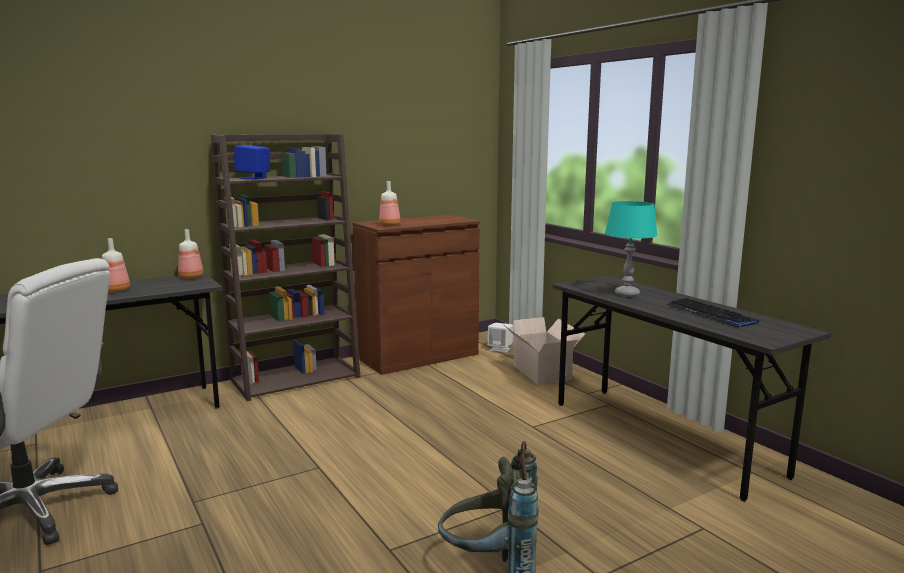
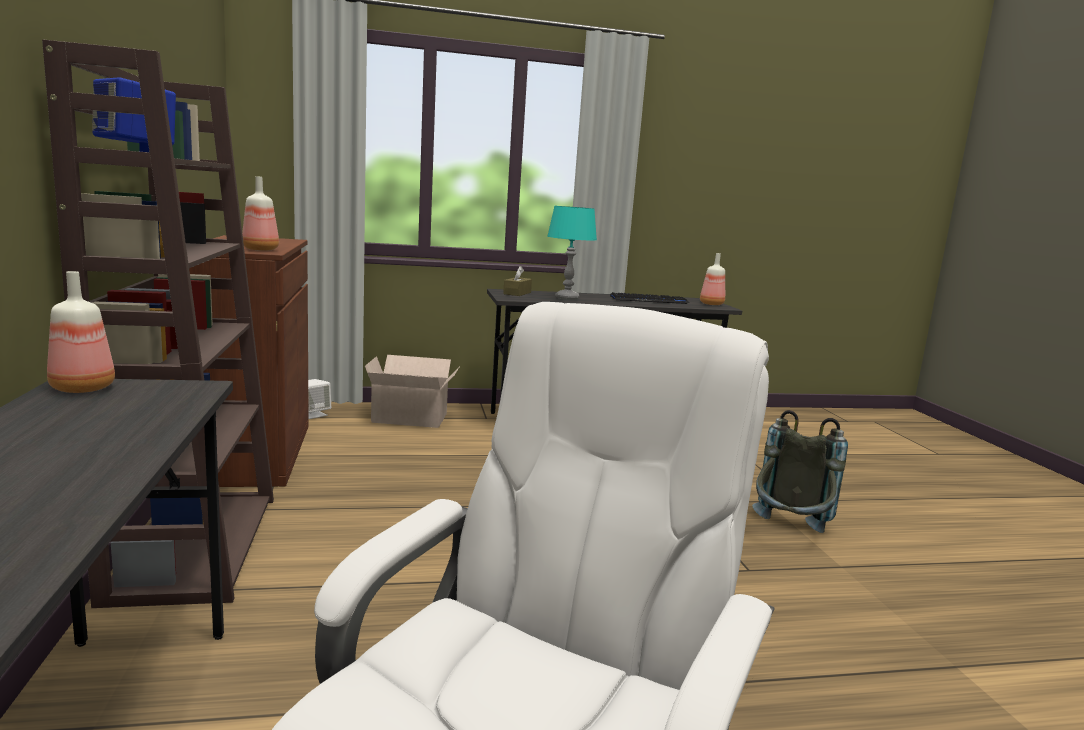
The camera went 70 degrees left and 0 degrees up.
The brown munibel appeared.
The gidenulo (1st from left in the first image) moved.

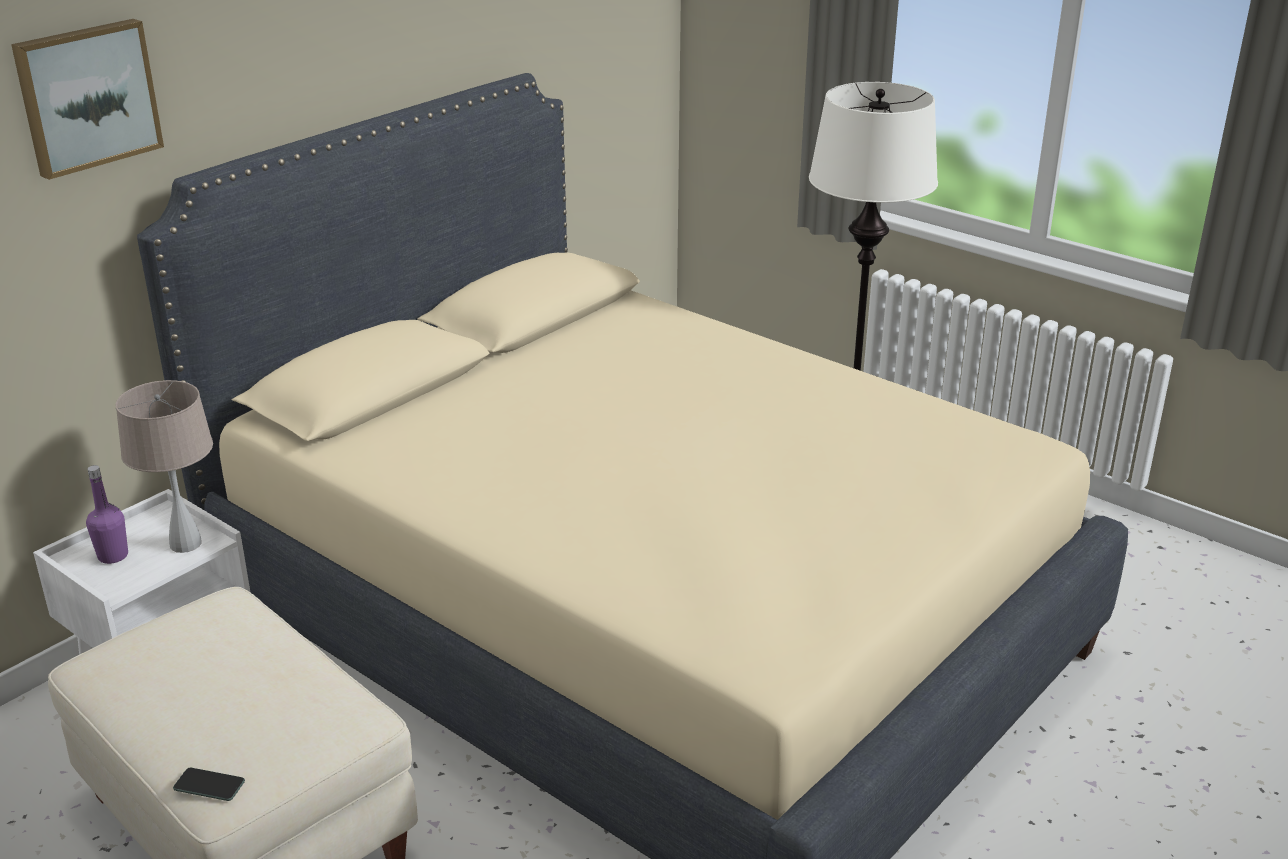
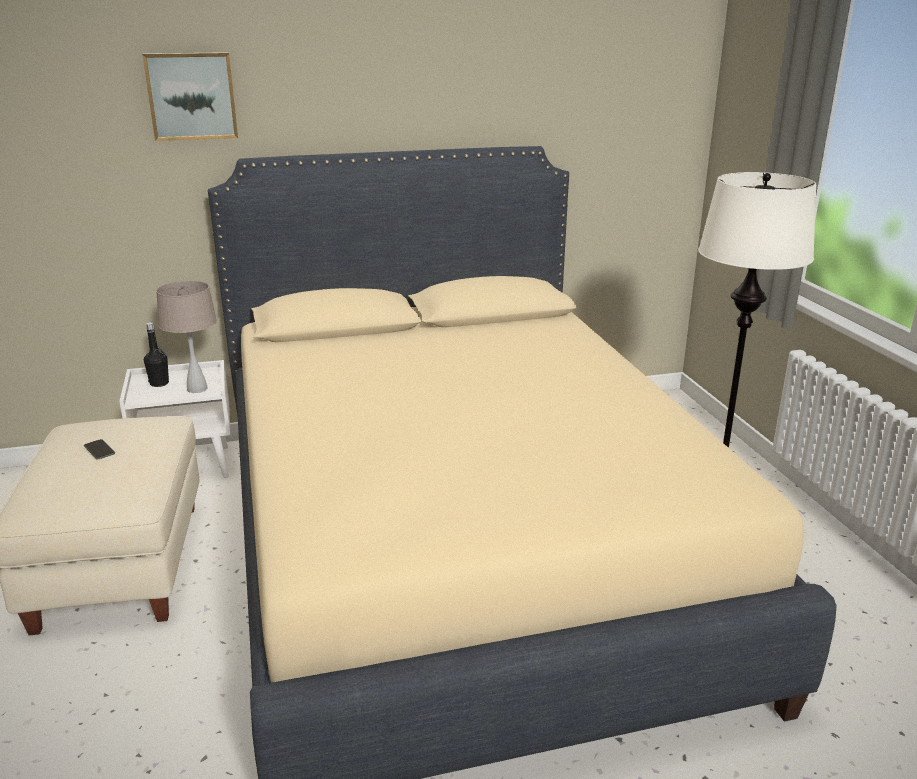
The camera went 35 degrees right and 5 degrees down.
The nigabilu moved.
The purple gidenulo became the black gidenulo.

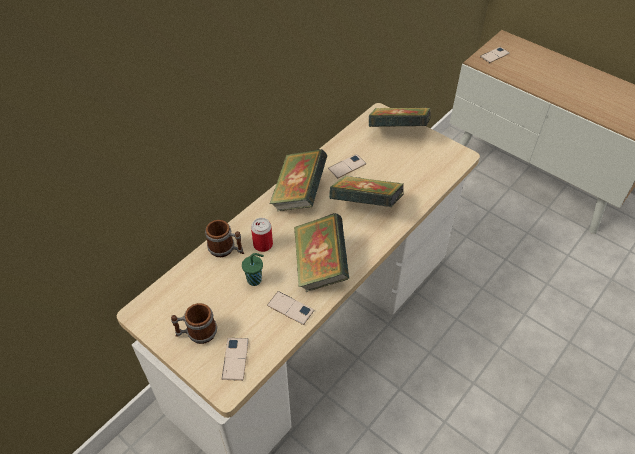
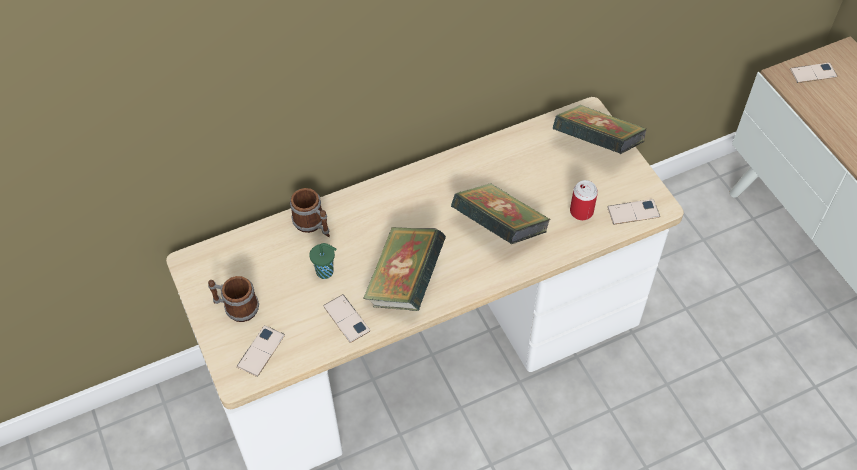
The camera went 25 degrees right and 5 degrees up.
The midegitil (1st from left) disappeared.
The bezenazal moved.
The nigabilu (3rd from left) moved.

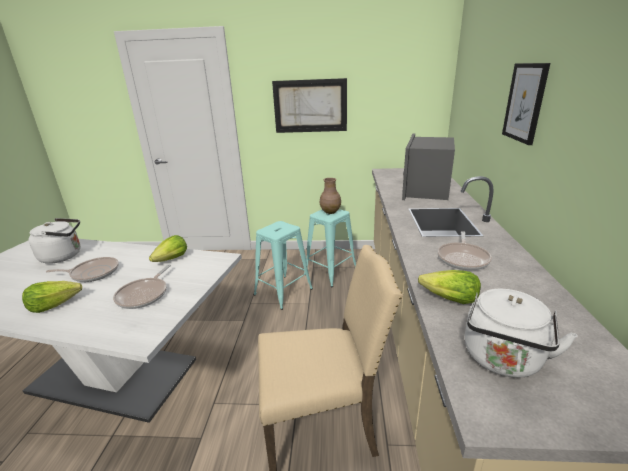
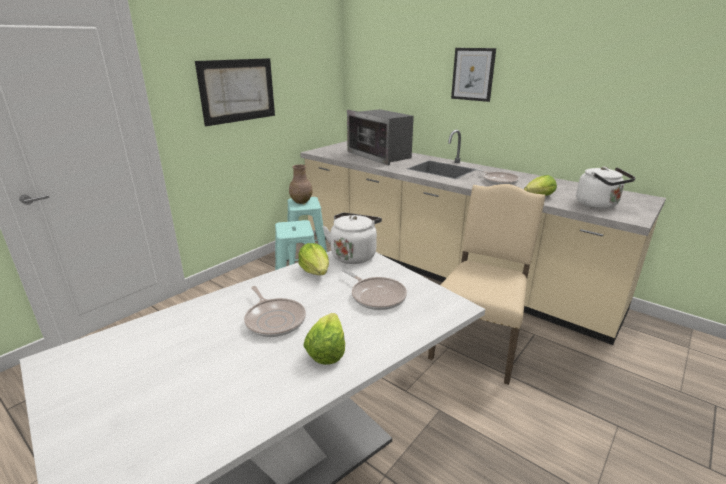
The camera went 55 degrees left and 0 degrees up.
The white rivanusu (1st from left) moved.
The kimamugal (1st from left) turned 120 degrees clockwise.

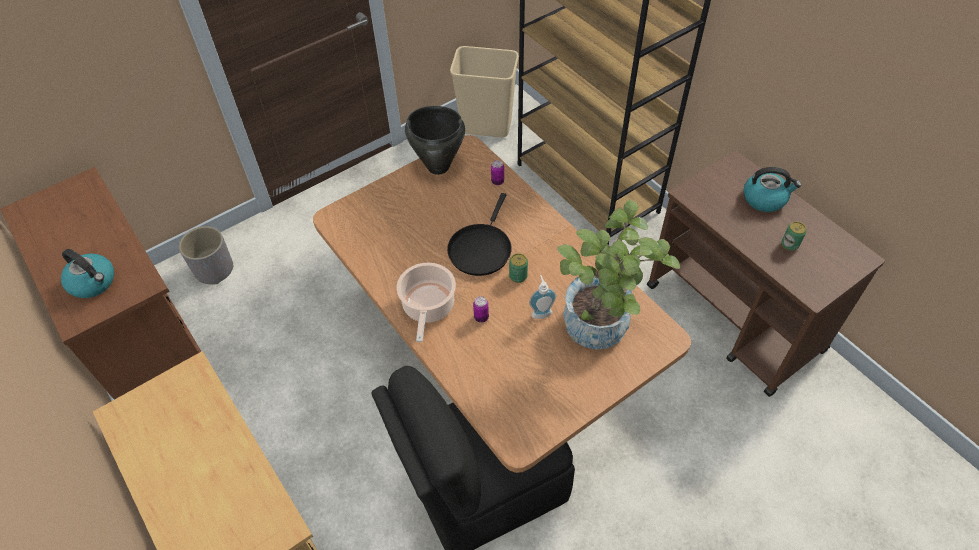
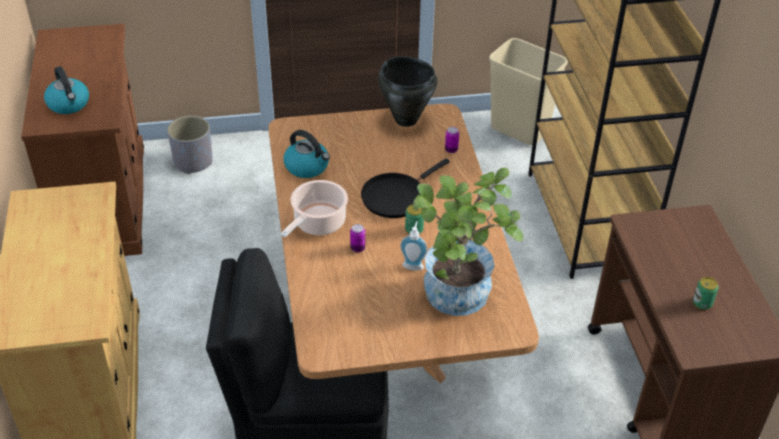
The camera went 25 degrees right and 10 degrees down.
The rivanusu (2nd from left) moved.

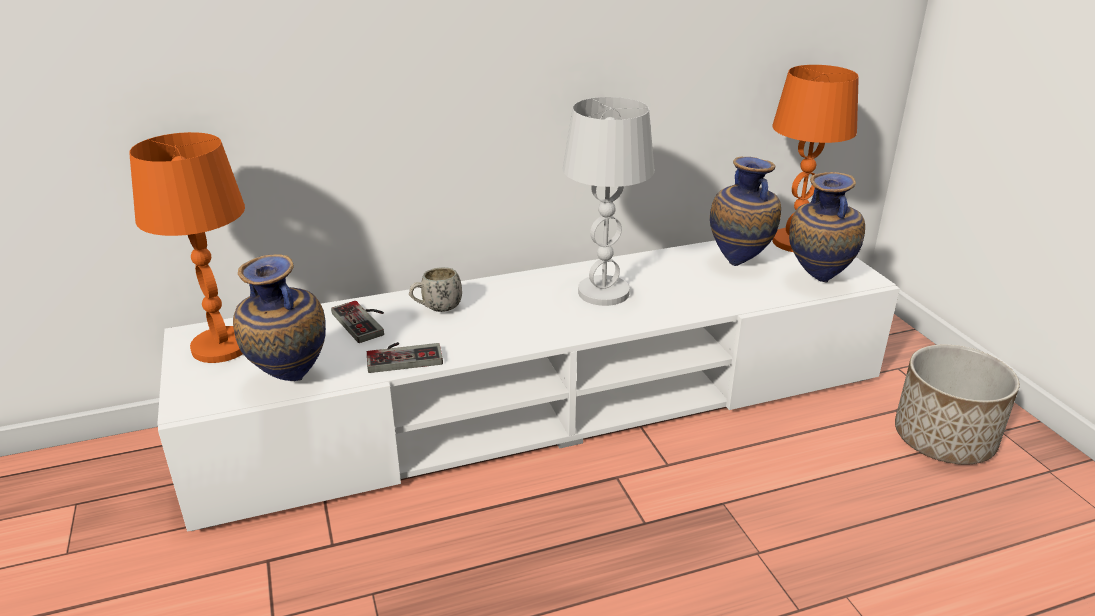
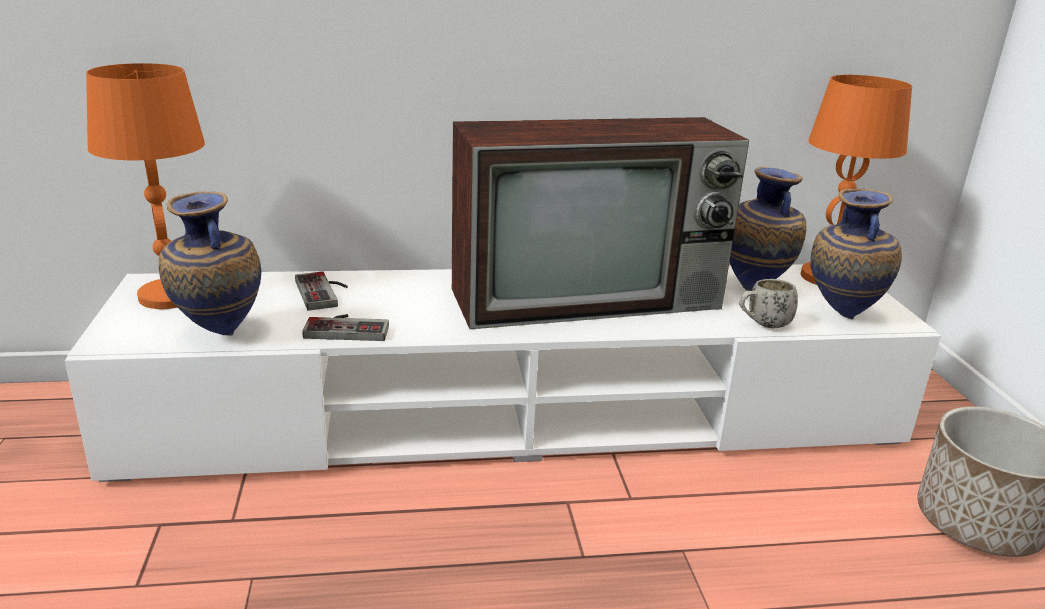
The camera went 10 degrees right and 5 degrees down.
The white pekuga moved.
The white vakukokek was replaced by the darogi.

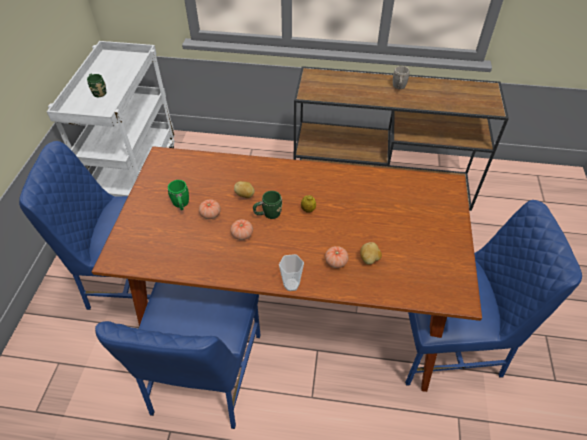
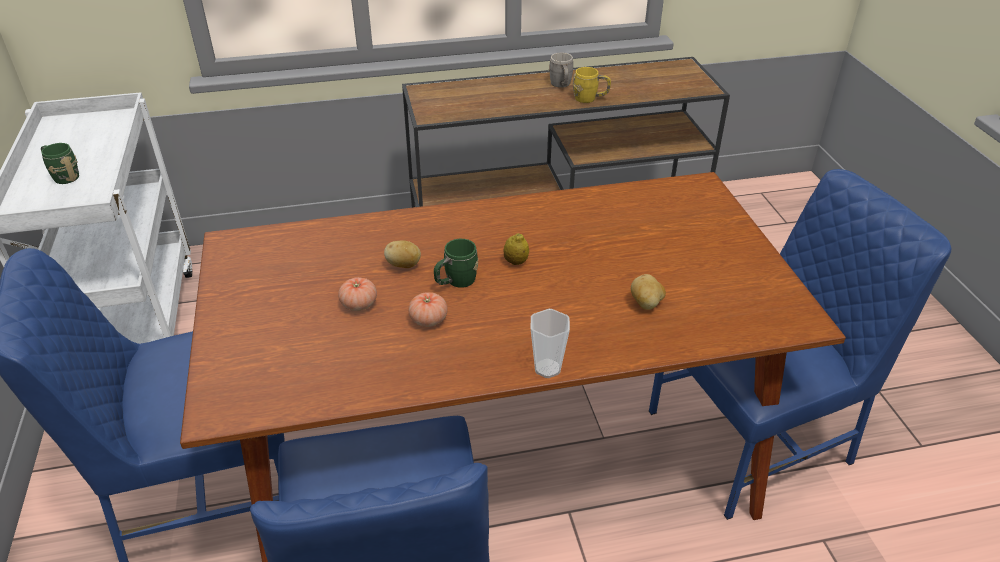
The camera went 20 degrees left and 10 degrees down.
The green pekuga (2nd from left) disappeared.
The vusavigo (3rd from left) disappeared.
The yellow pekuga appeared.

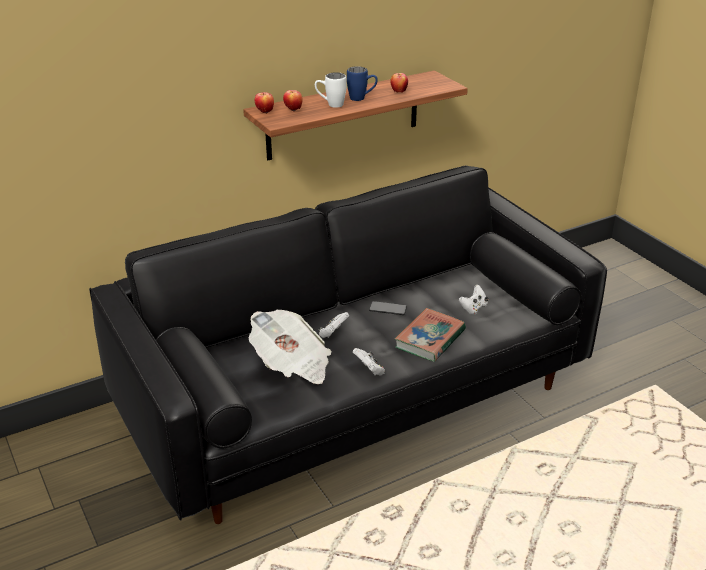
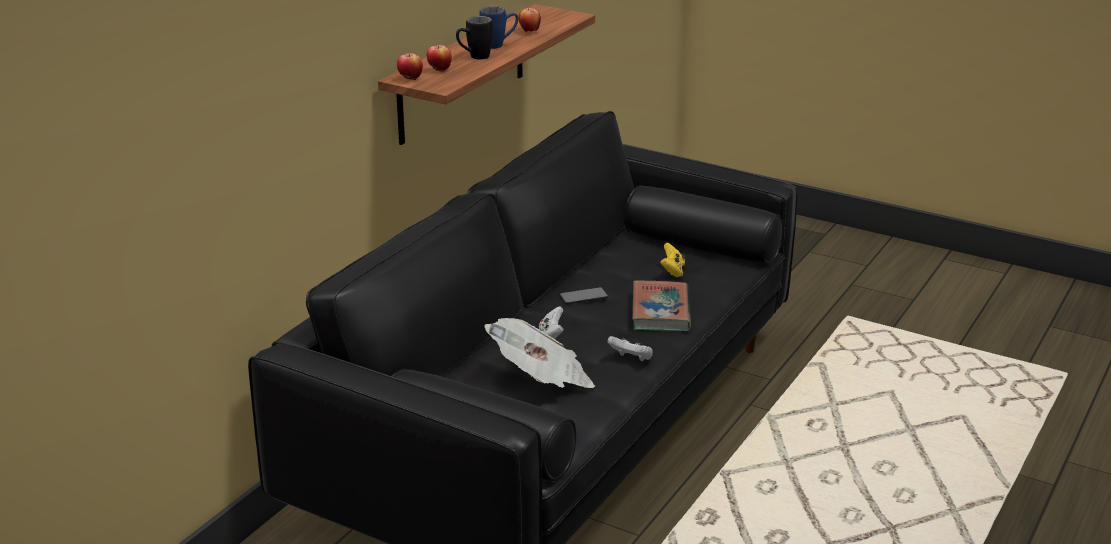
The camera went 30 degrees left and 5 degrees down.
The white pekuga became the black pekuga.
The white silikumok (3rd from left) became the yellow silikumok.

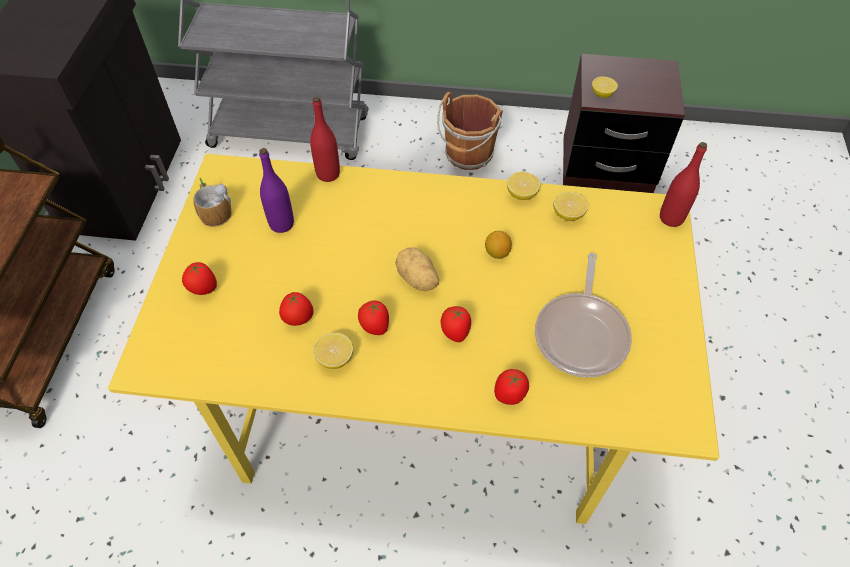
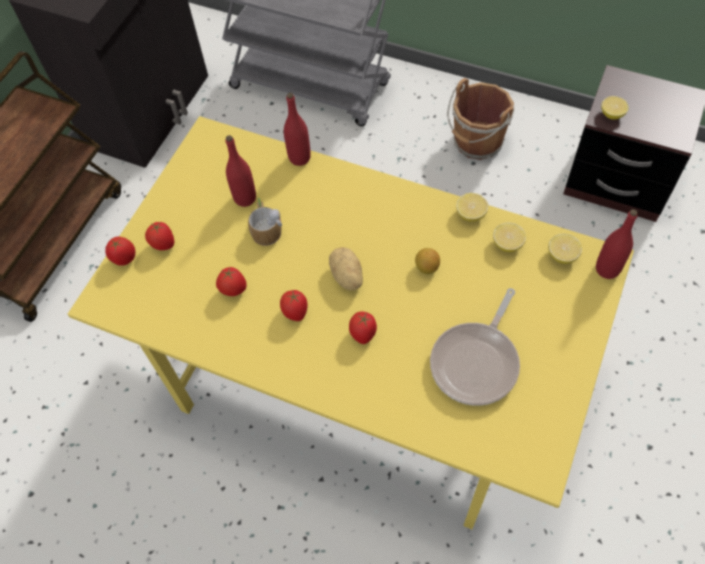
The camera went 20 degrees right and 5 degrees up.
The pekuga moved.
The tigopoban (1st from left in the first image) moved.
The vusavigo (5th from left in the first image) moved.
The purple gidenulo became the red gidenulo (1st from left).

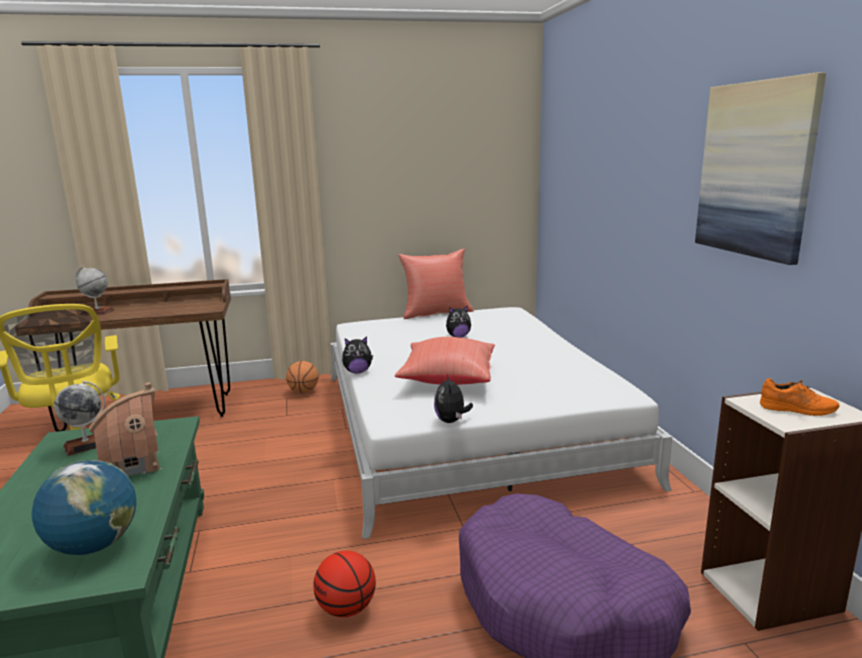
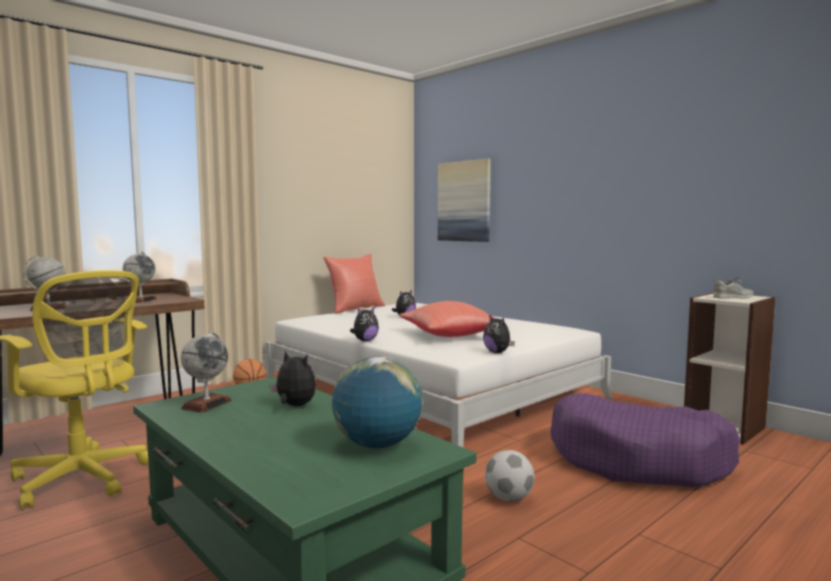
The camera went 30 degrees left and 10 degrees down.
The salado (2nd from left) appeared.
The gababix moved.
The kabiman was replaced by the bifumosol (1st from left).
The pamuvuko (2nd from left) was replaced by the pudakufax.
The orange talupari became the grey talupari.

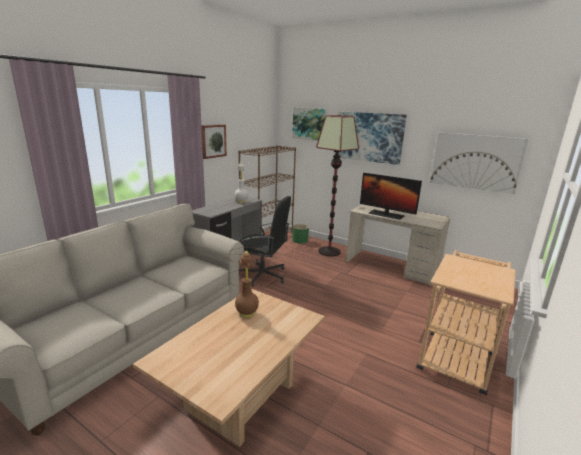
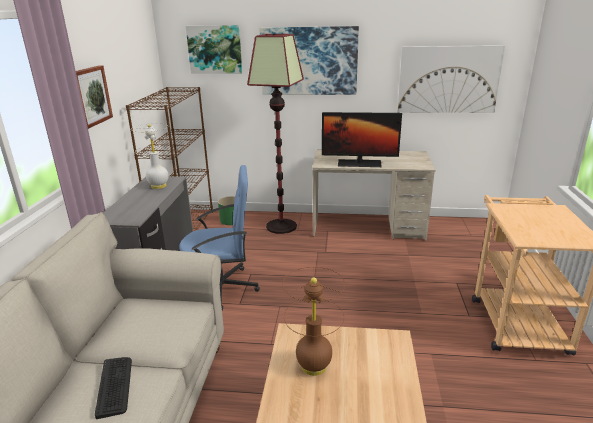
The camera went 25 degrees left and 5 degrees up.
The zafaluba appeared.
The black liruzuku became the blue liruzuku.

